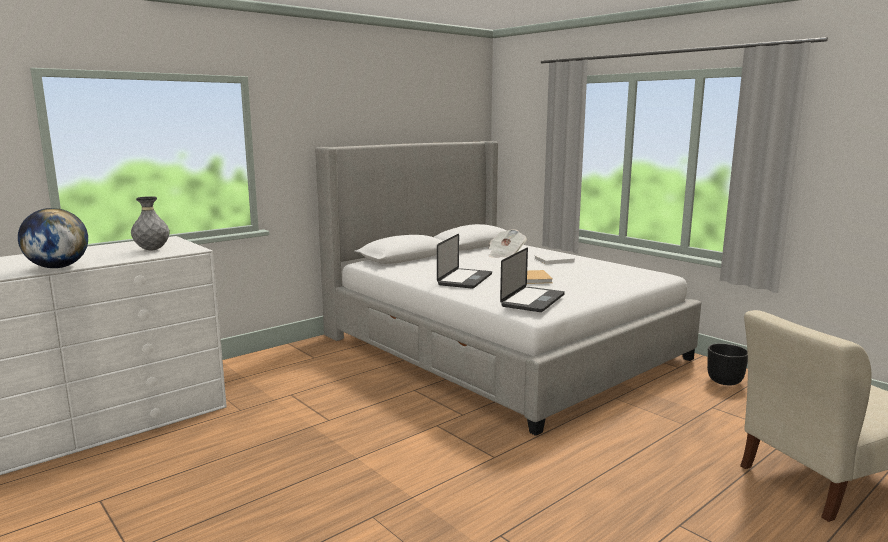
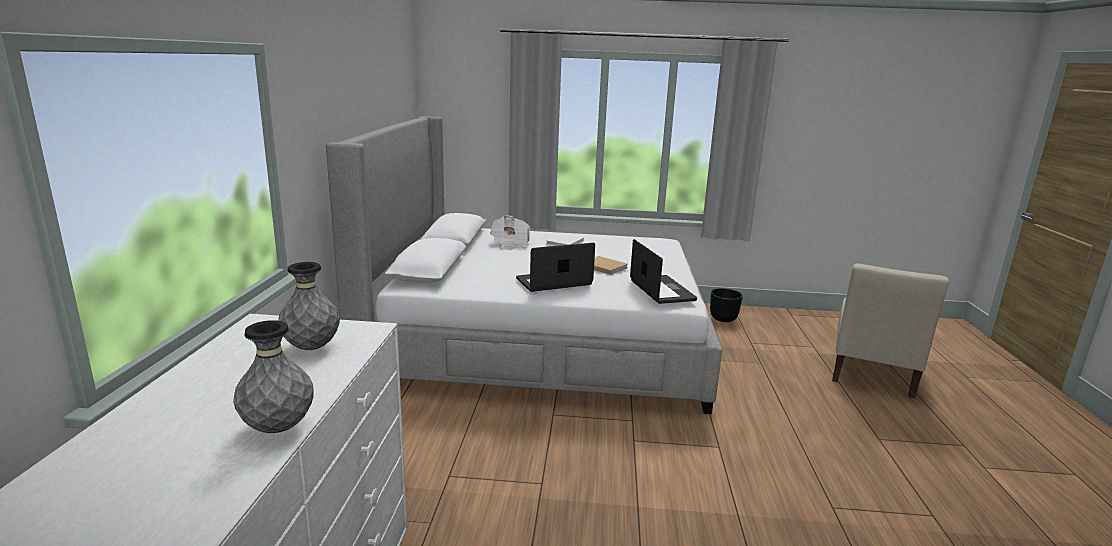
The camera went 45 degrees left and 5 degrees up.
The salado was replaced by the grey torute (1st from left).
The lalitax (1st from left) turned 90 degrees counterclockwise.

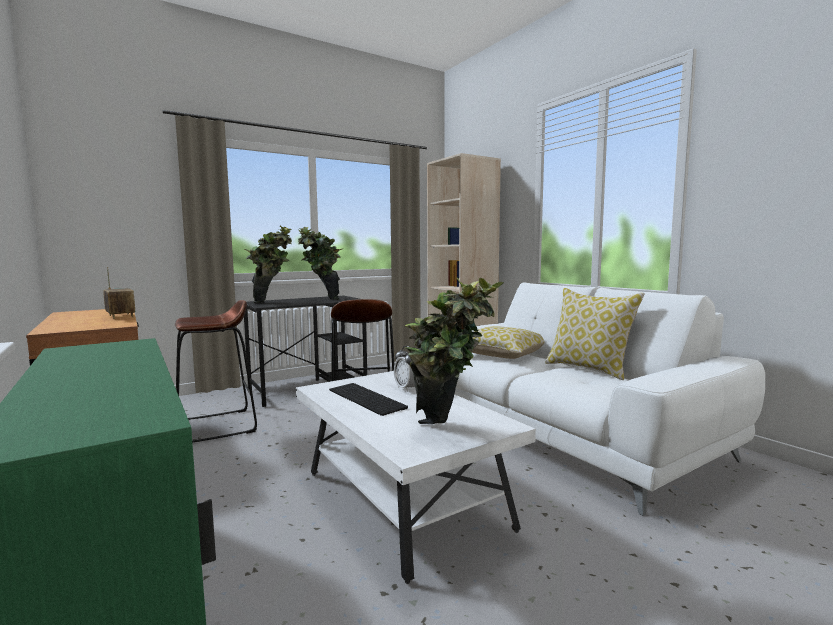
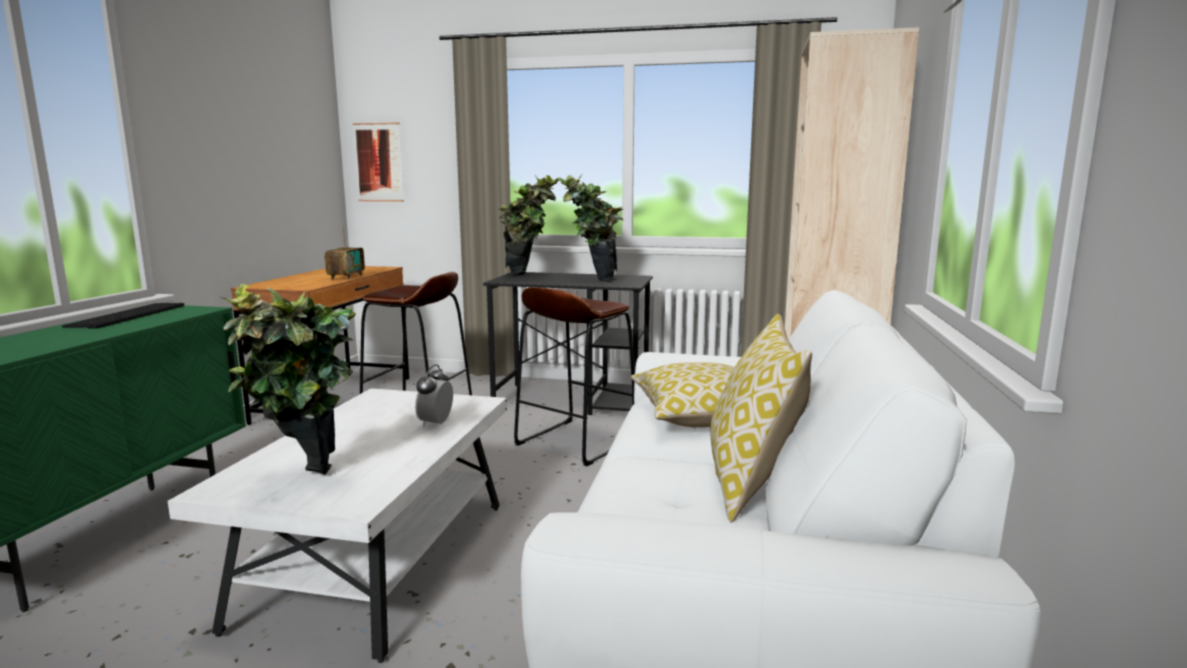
The camera went 45 degrees right and 5 degrees up.
The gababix appeared.
The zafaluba moved.

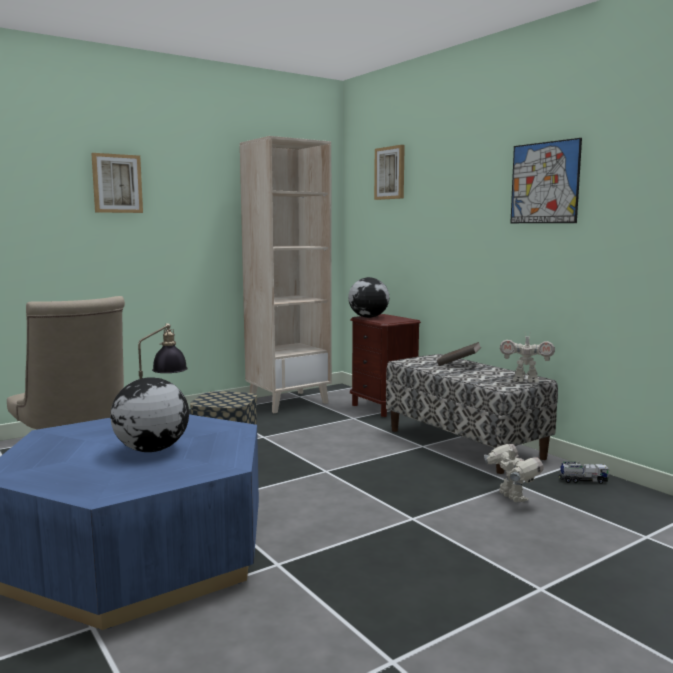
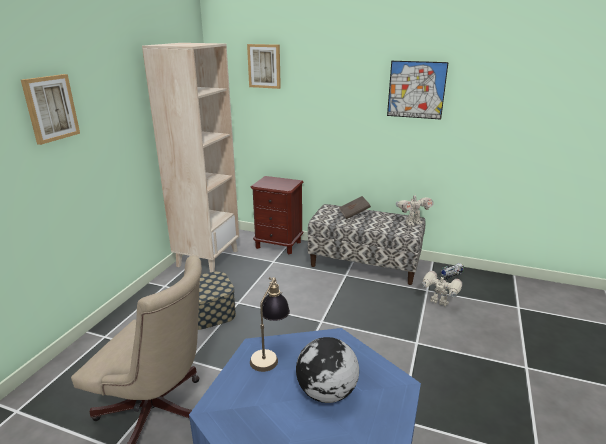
The camera went 35 degrees left and 15 degrees up.
The salado (2nd from left) disappeared.

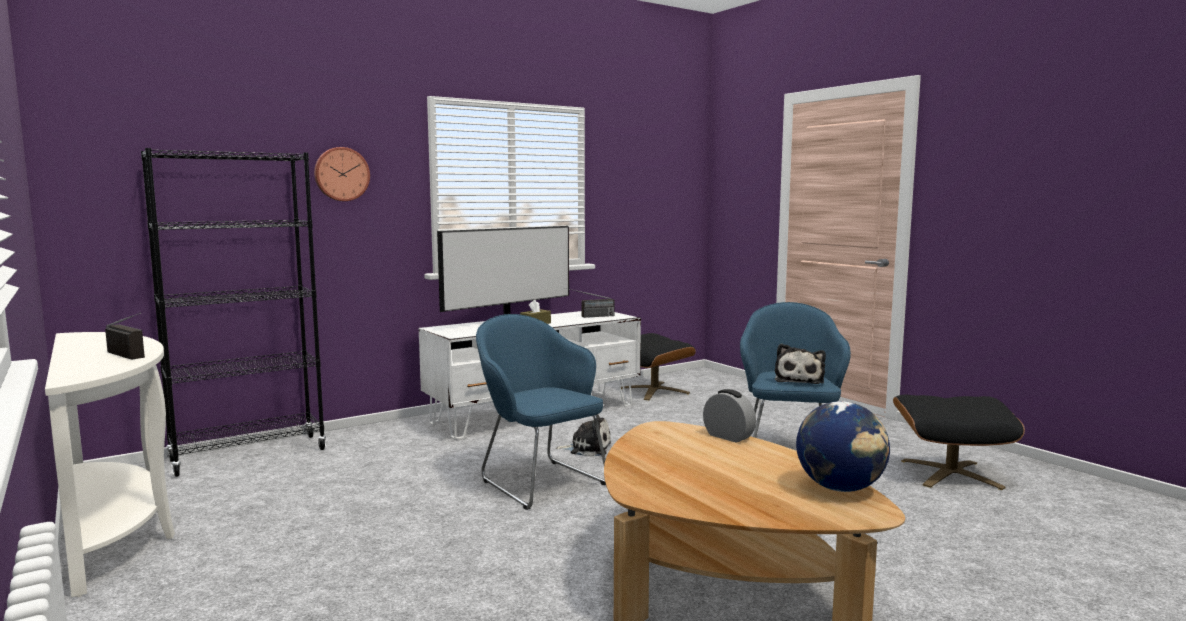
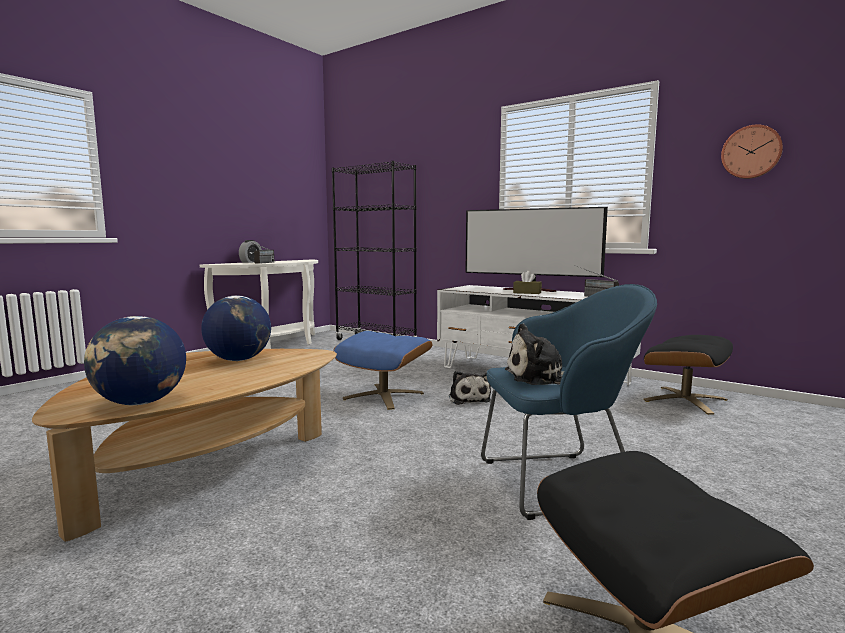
The camera went 70 degrees right and 0 degrees up.
The salado (2nd from left) appeared.
The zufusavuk moved.
The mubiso moved.
The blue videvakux (1st from left) was replaced by the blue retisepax.

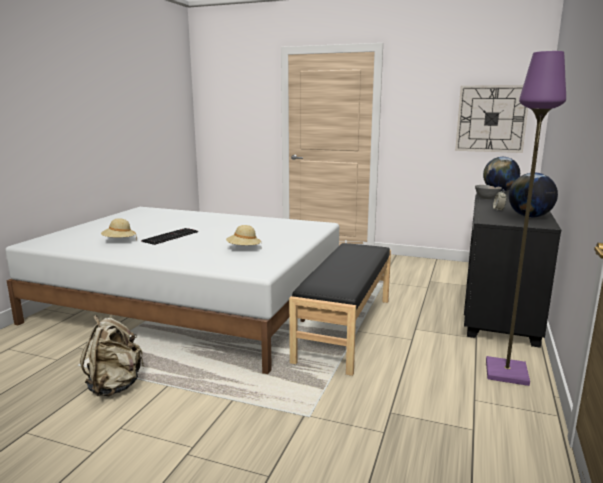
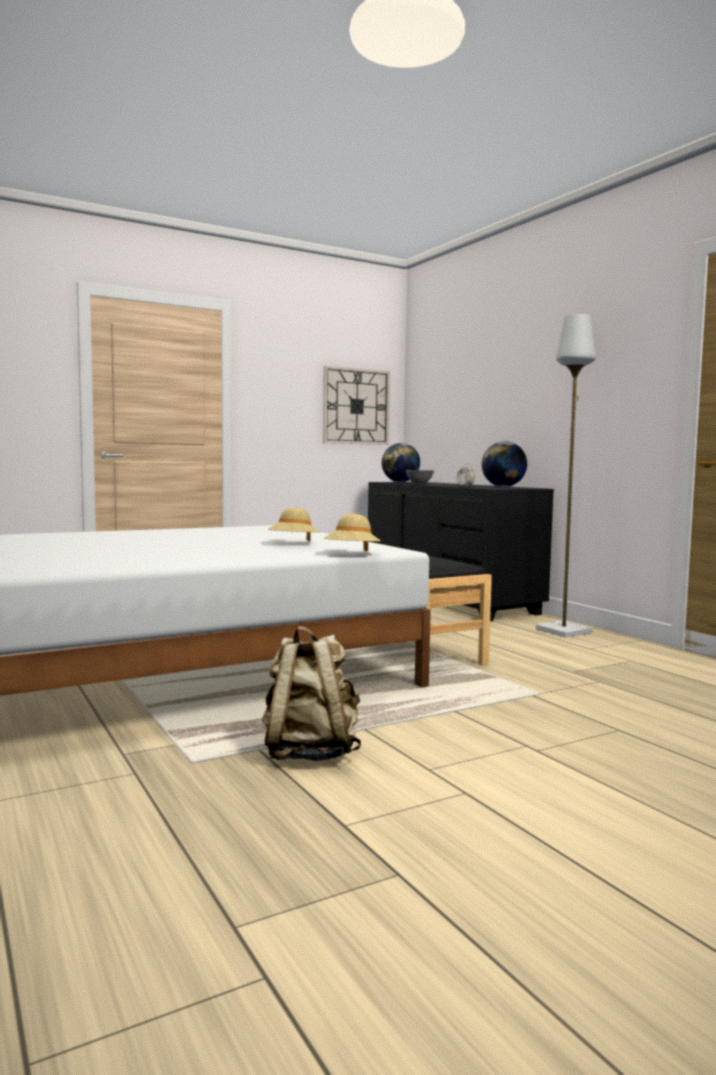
The camera went 50 degrees left and 10 degrees down.
The zafaluba disappeared.
The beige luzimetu (1st from left in the first image) moved.
The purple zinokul became the grey zinokul.

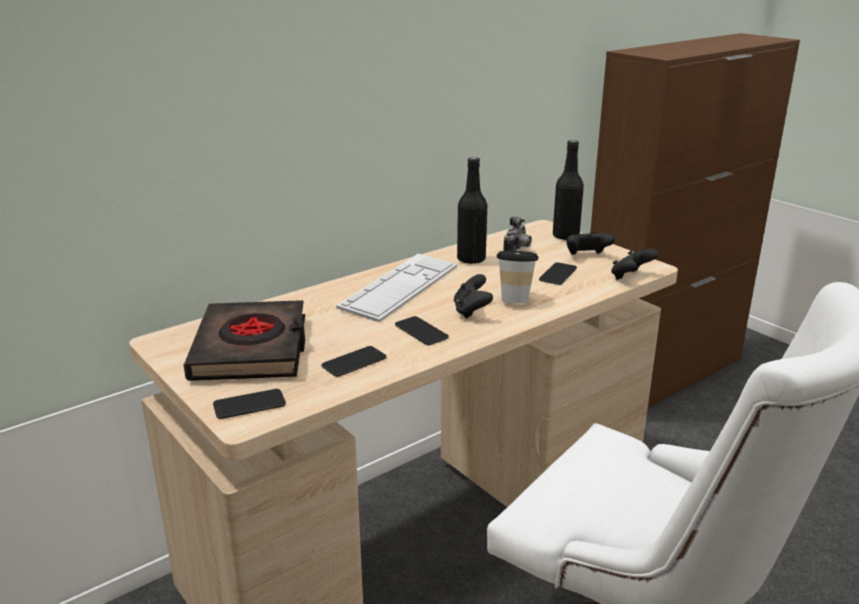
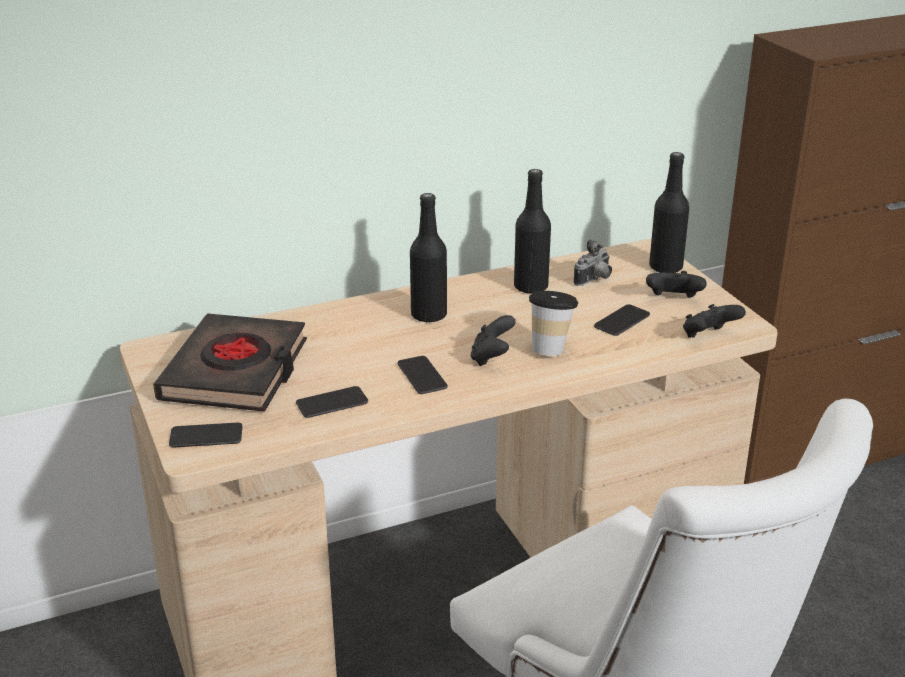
The camera went 15 degrees right and 5 degrees up.
The zafaluba was replaced by the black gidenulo (1st from left).

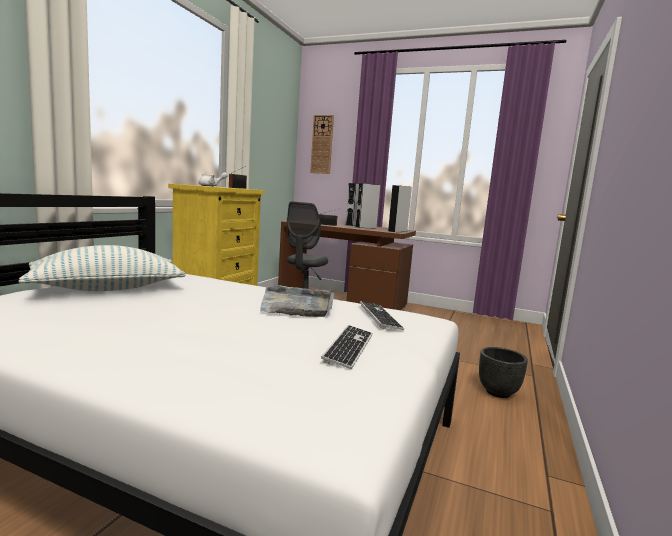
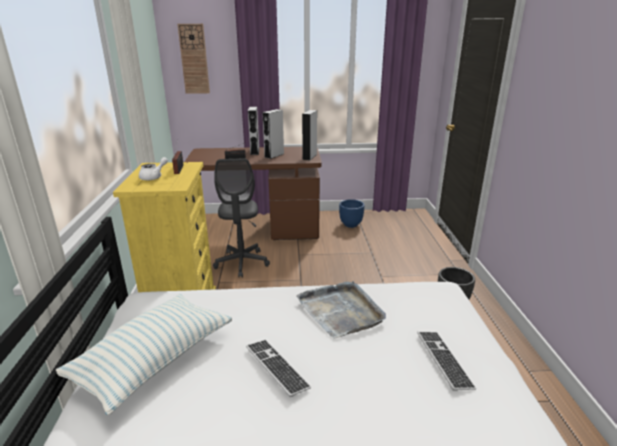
The camera went 25 degrees left and 15 degrees up.
The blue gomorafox appeared.
The zafaluba (2nd from left in the first image) moved.

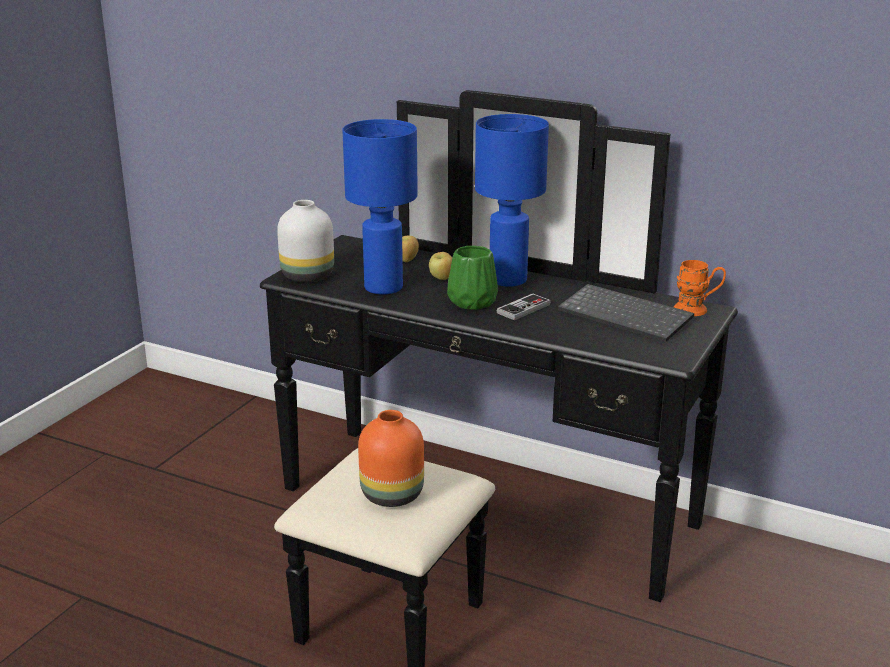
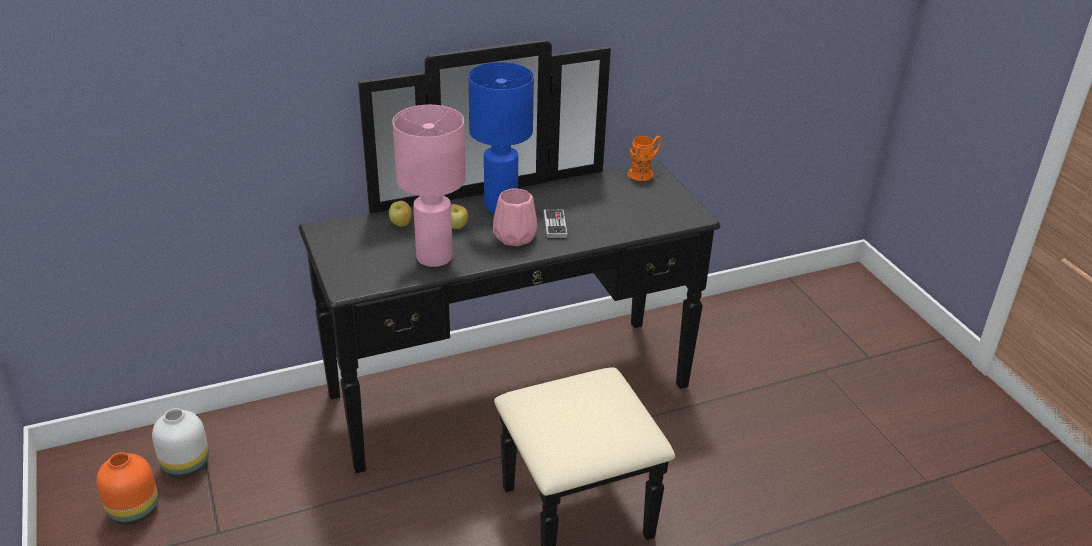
The camera went 50 degrees left and 10 degrees up.
The zafaluba disappeared.
The white torute moved.
The orange torute moved.
The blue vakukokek (1st from left) became the pink vakukokek.
The green torute became the pink torute.

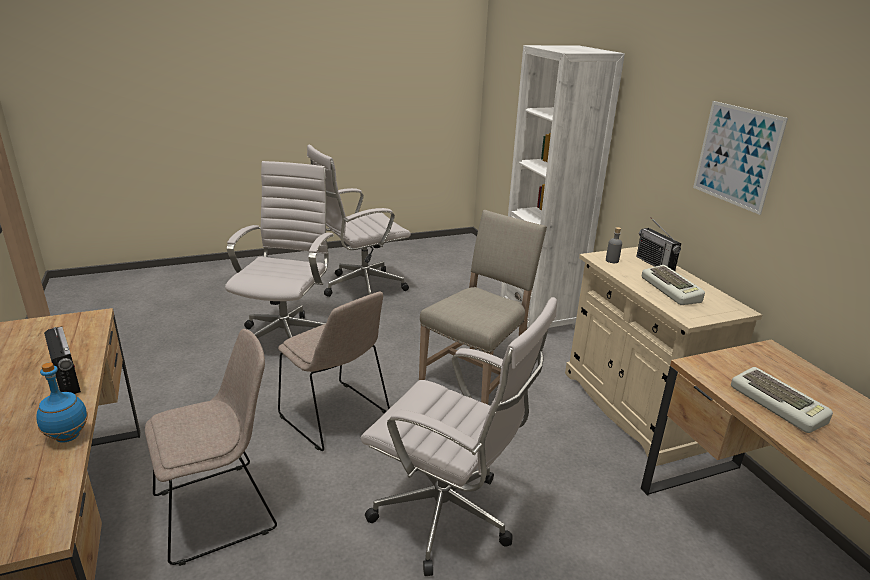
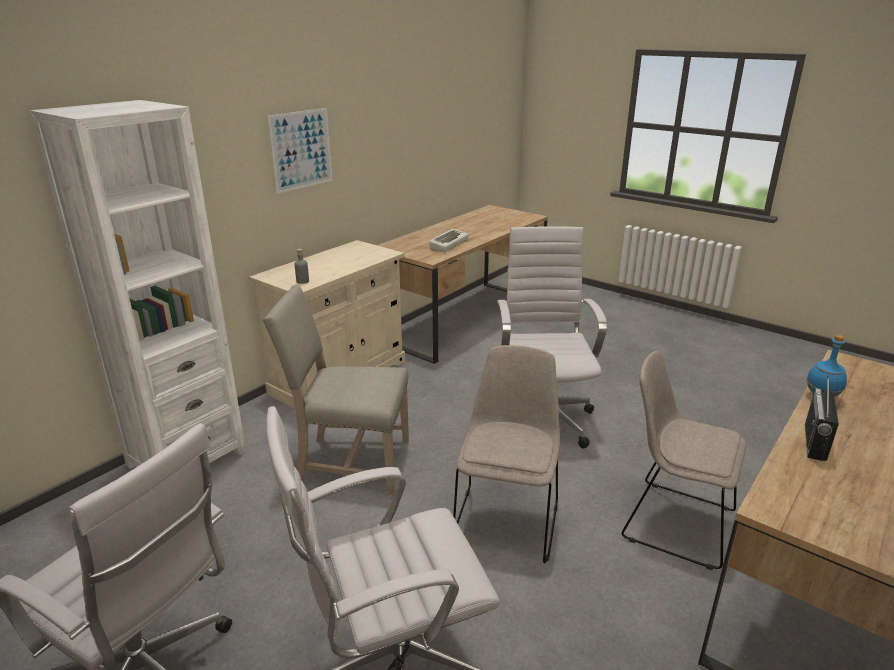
The camera went 120 degrees left and 0 degrees up.
The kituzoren (2nd from left) disappeared.
The zafaluba (1st from left) disappeared.

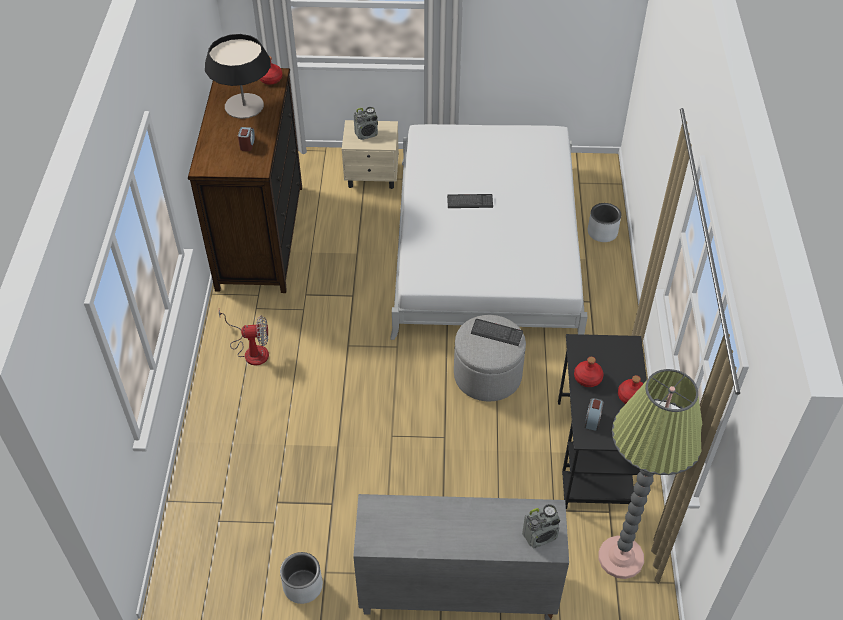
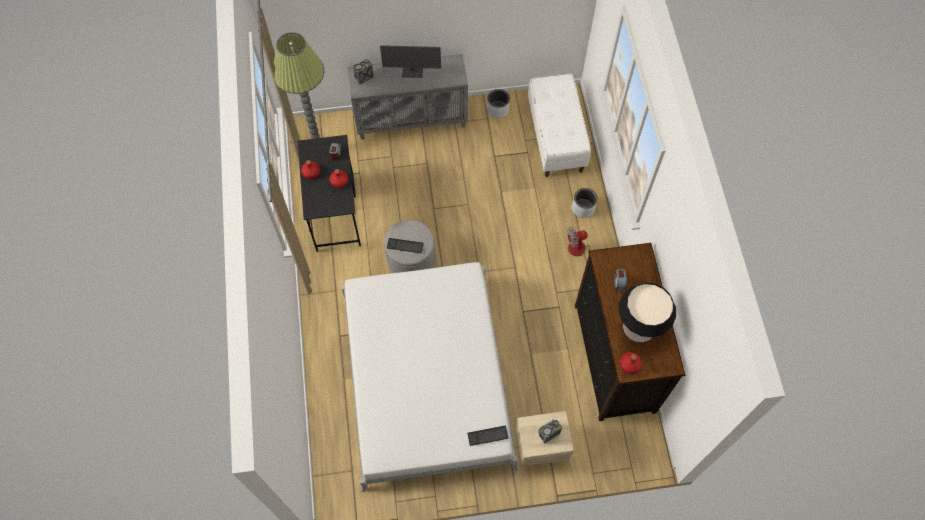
The camera went 170 degrees right and 15 degrees up.
The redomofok appeared.
The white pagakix appeared.
The zafaluba (1st from left in the first image) moved.
The grey gomorafox (2nd from left) moved.

